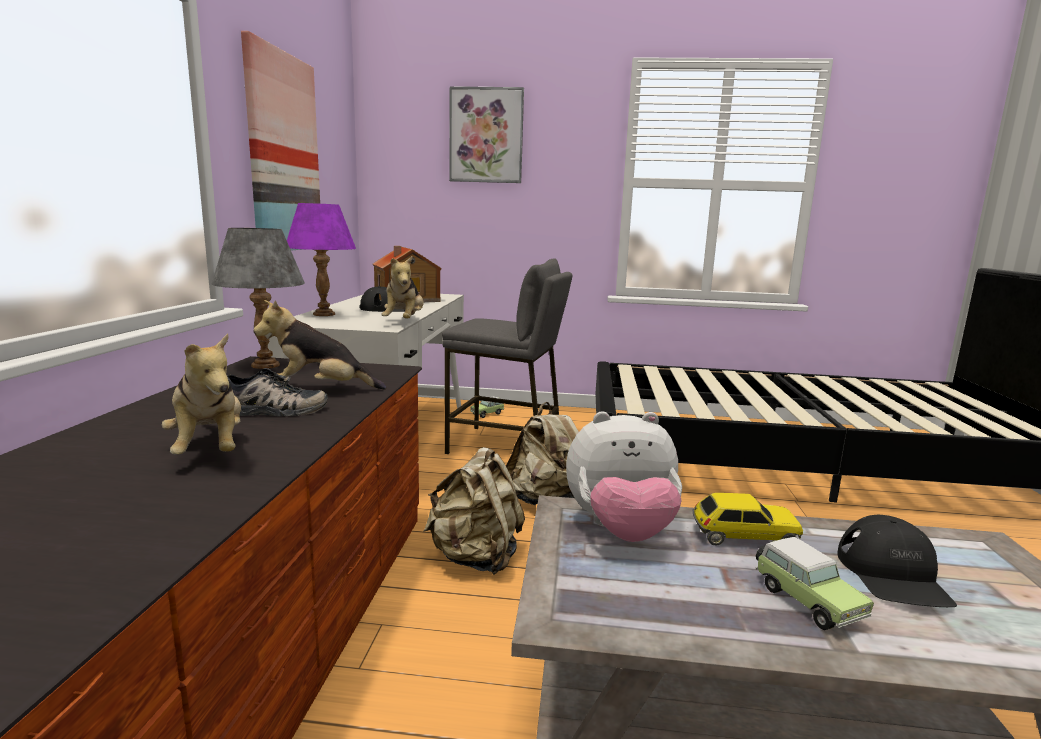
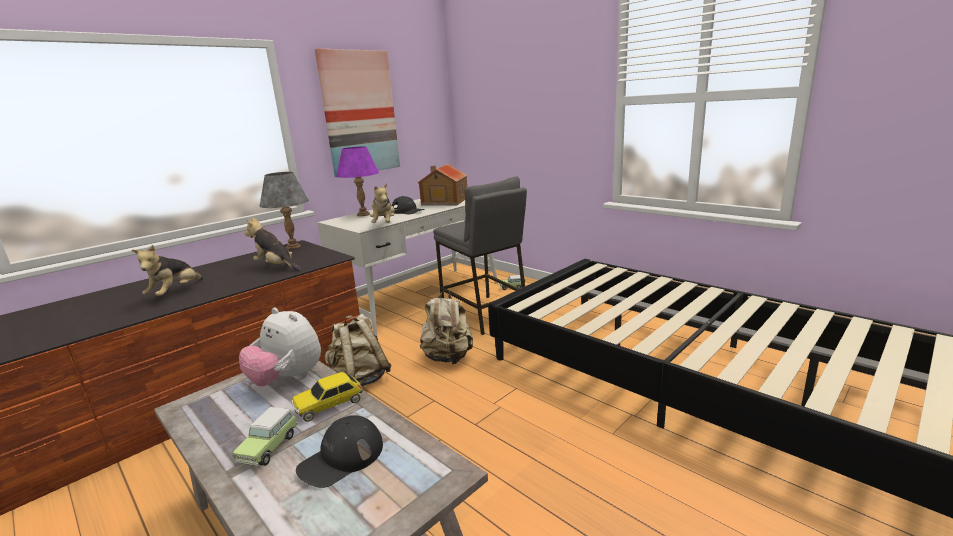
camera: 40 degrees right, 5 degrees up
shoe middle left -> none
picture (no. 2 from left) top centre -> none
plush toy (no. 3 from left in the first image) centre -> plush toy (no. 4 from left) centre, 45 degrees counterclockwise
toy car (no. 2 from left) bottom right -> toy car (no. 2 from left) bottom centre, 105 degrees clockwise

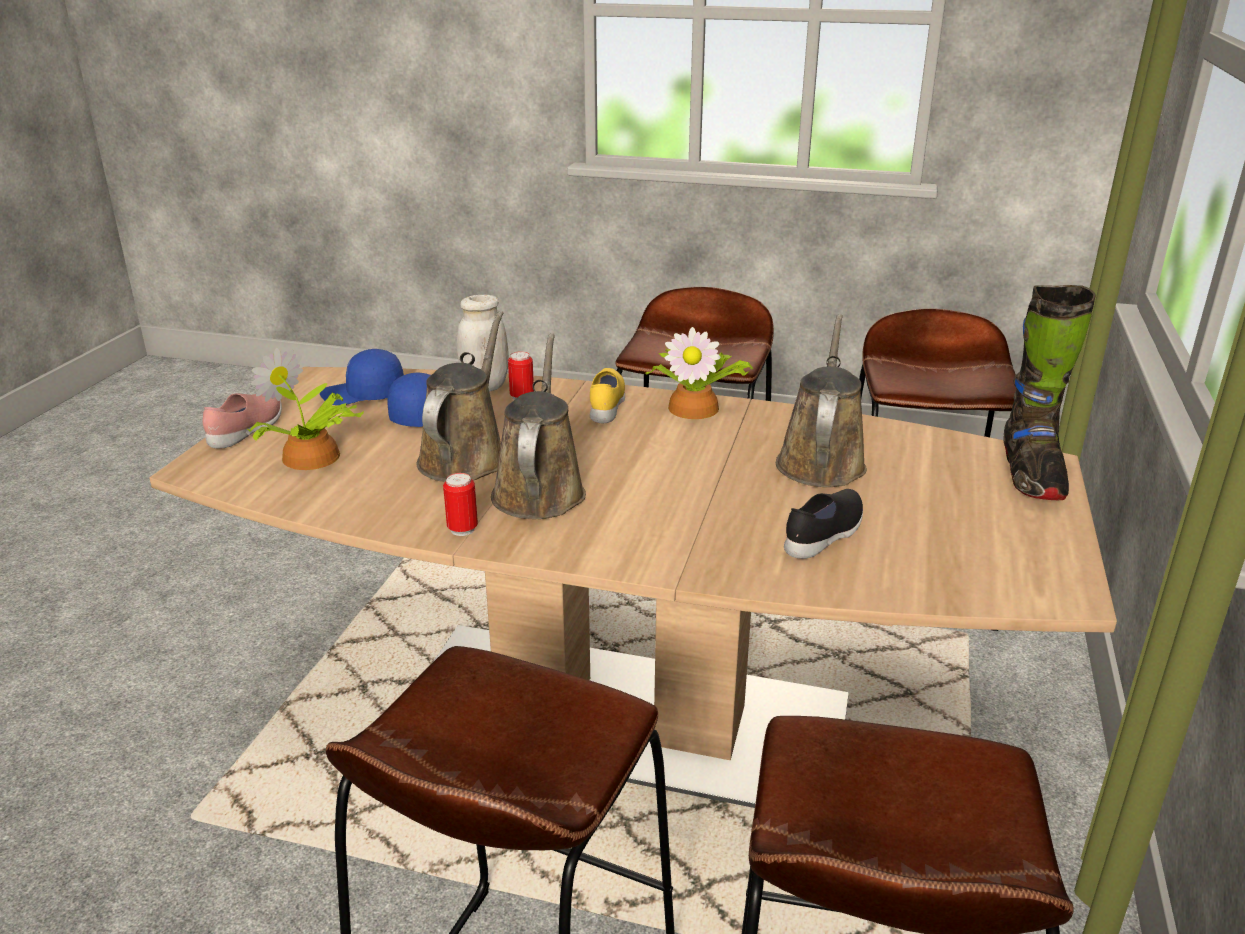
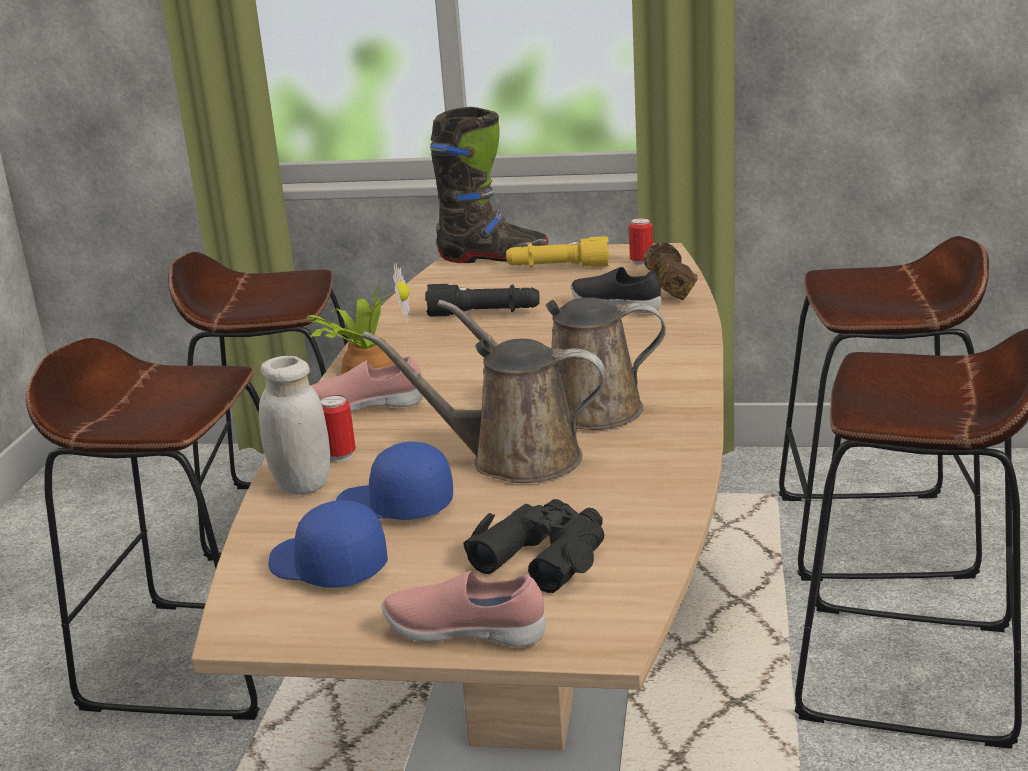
camera: 95 degrees left, 5 degrees down
none -> flashlight/yellow top centre
none -> dumbbell/brown centre
can (no. 1 from left in the first image) centre -> can (no. 2 from left) top centre, shifted
potted plant (no. 1 from left) middle left -> binoculars/black bottom centre
watering can/brown (no. 3 from left) centre -> flashlight/black centre
shoe/yellow centre -> shoe/pink (no. 1 from left) centre
cap/blue (no. 1 from left) middle left -> cap/blue (no. 1 from left) bottom left, 135 degrees clockwise

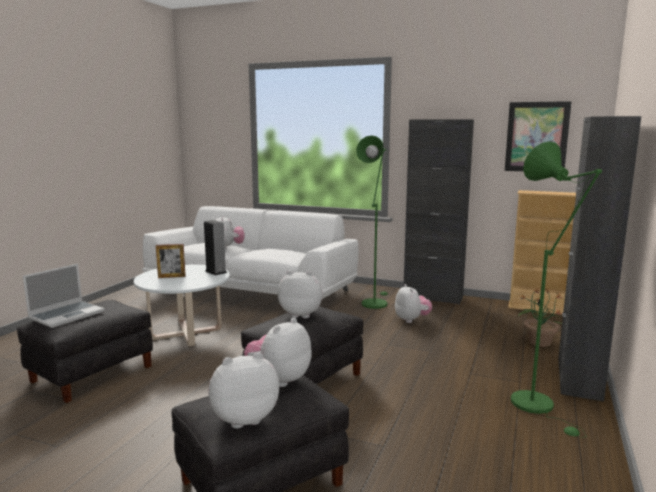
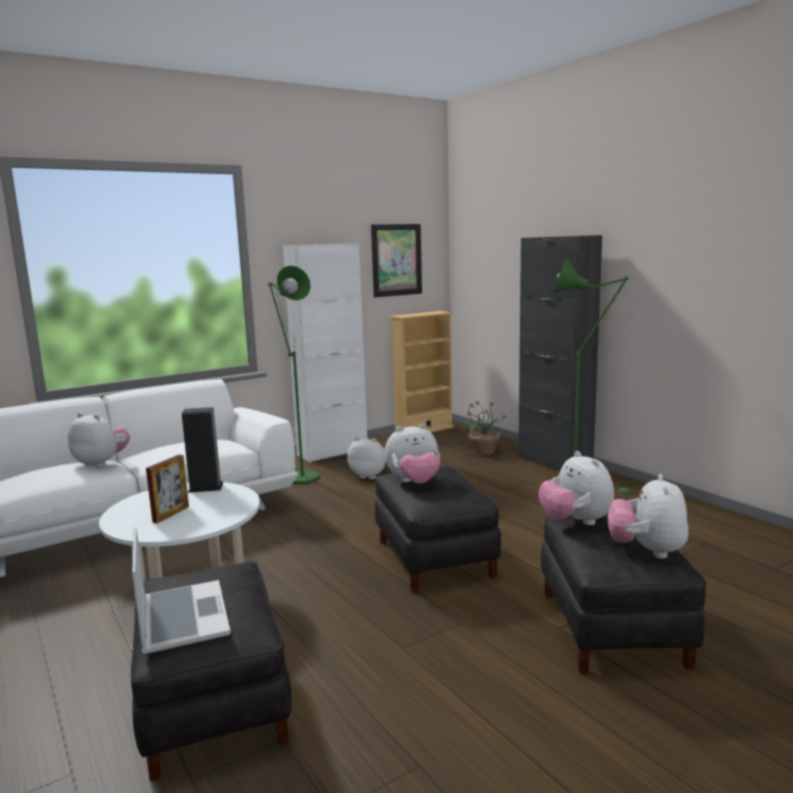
camera: 55 degrees left, 0 degrees up
cabinet/black (no. 1 from left) middle right -> cabinet/white centre
plush toy (no. 4 from left in the first image) centre -> plush toy (no. 3 from left) centre, 150 degrees counterclockwise

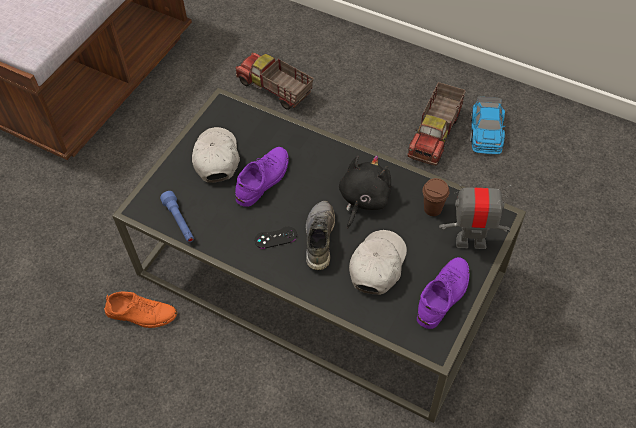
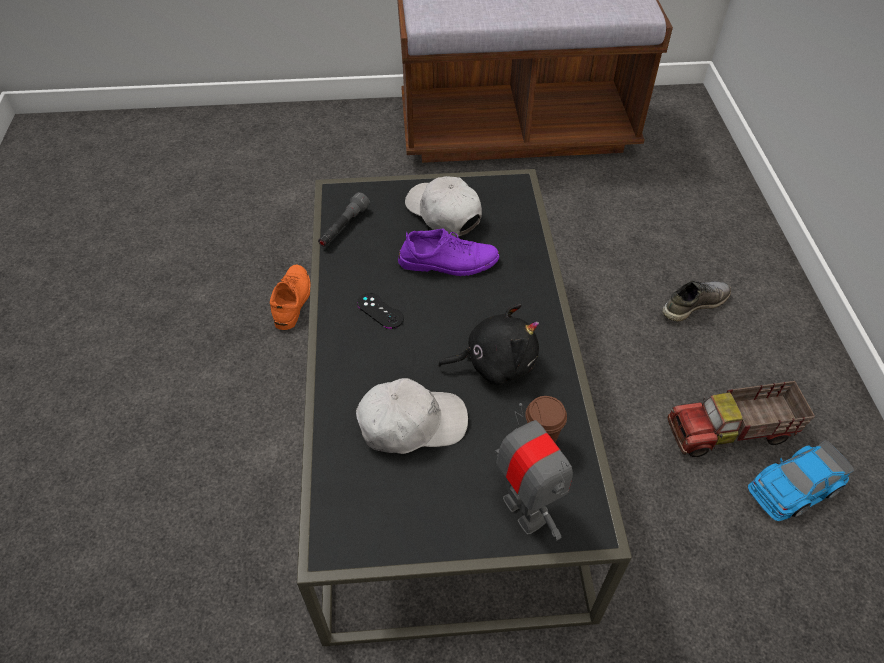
camera: 55 degrees right, 5 degrees down
toy truck (no. 1 from left) top centre -> none
shoe/purple (no. 2 from left) bottom right -> none
shoe/grey centre -> shoe/grey middle right, shifted
flashlight/blue middle left -> flashlight/grey top centre
shoe/orange bottom left -> shoe/orange middle left, 150 degrees counterclockwise
cap/white (no. 1 from left in the first image) centre -> cap/white (no. 2 from left) top centre, 90 degrees counterclockwise

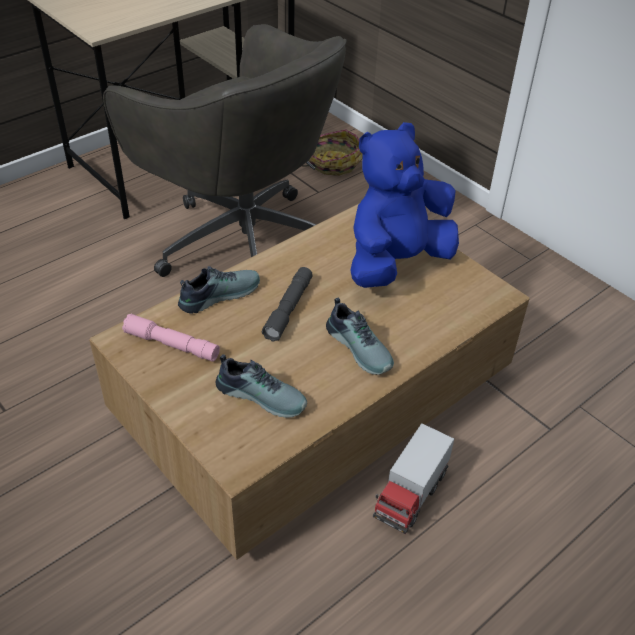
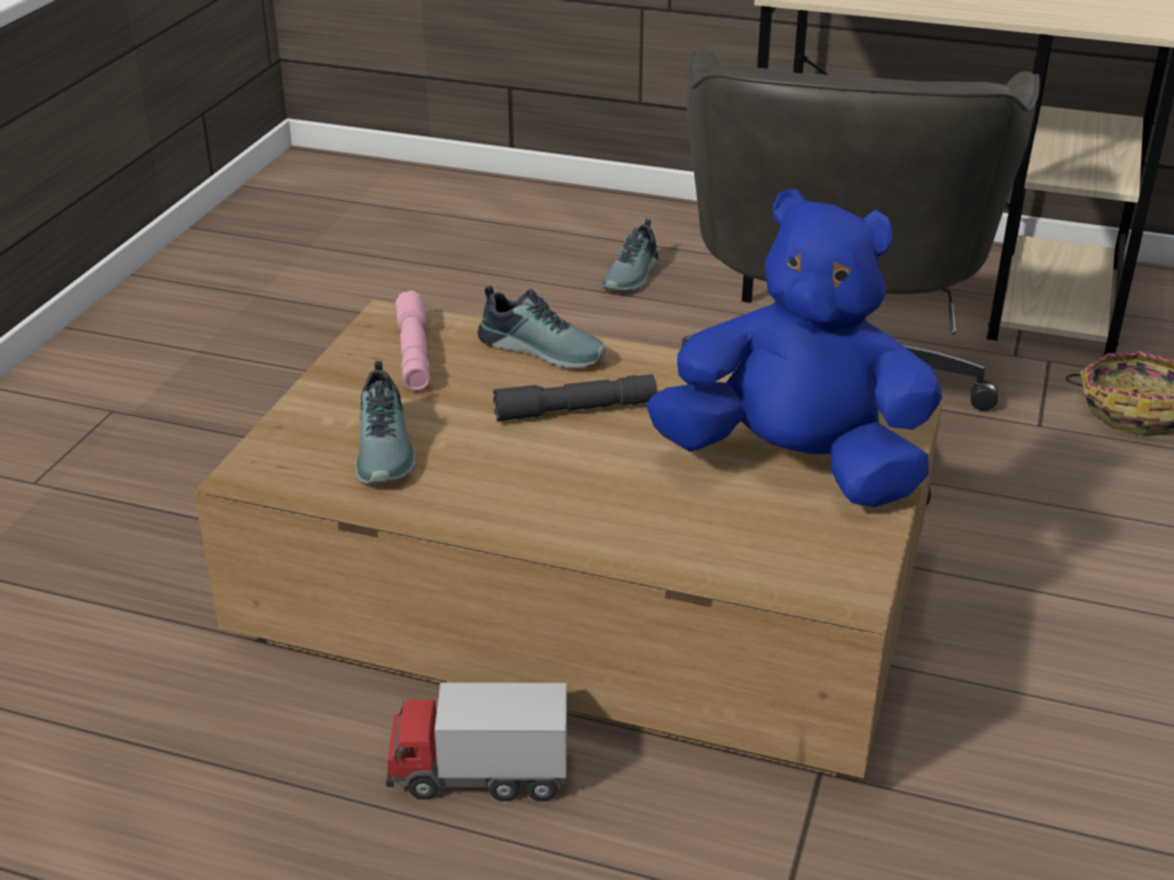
camera: 60 degrees right, 10 degrees down
shoe (no. 3 from left) centre -> shoe (no. 3 from left) top centre, shifted

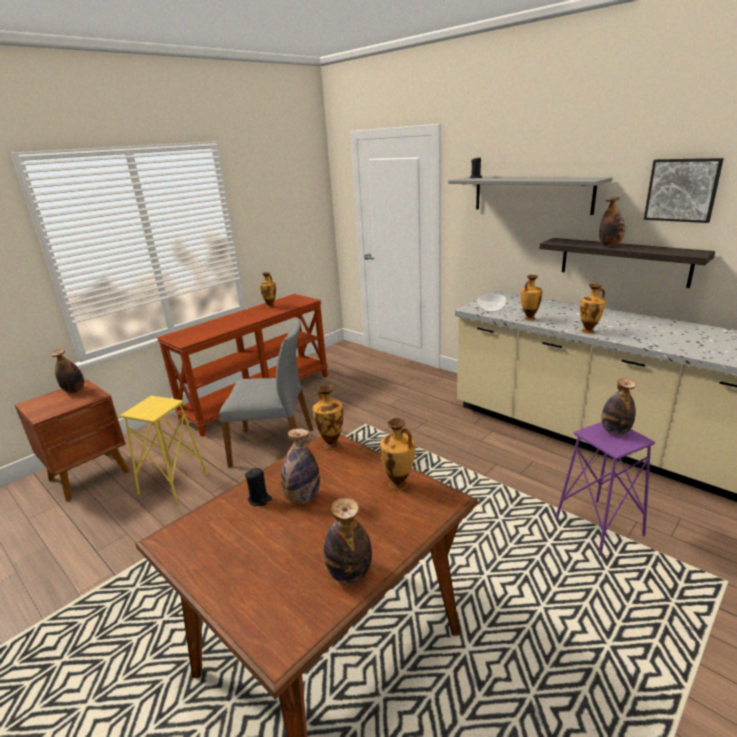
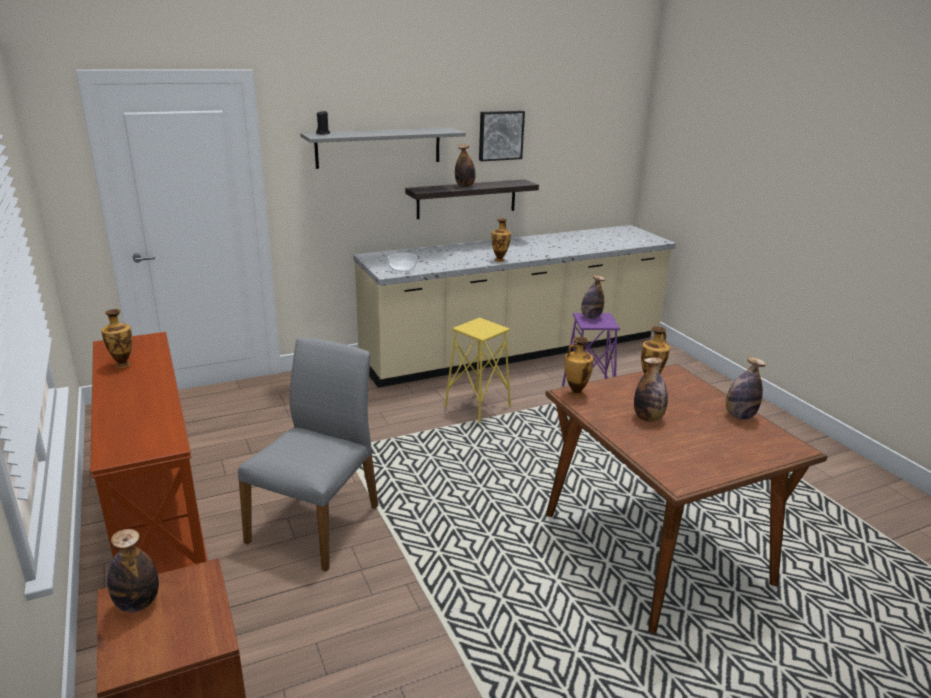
camera: 70 degrees left, 0 degrees up
candle/black (no. 1 from left) centre -> none
vase (no. 4 from left) middle right -> none
stool/yellow middle left -> stool/yellow centre, shifted

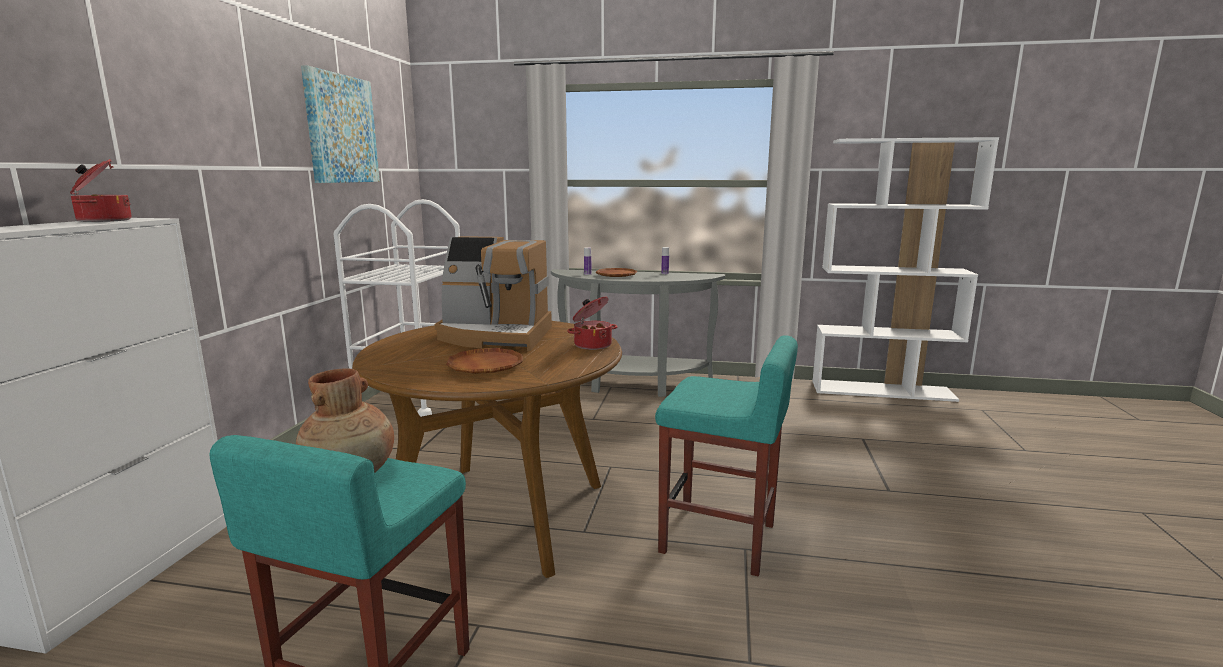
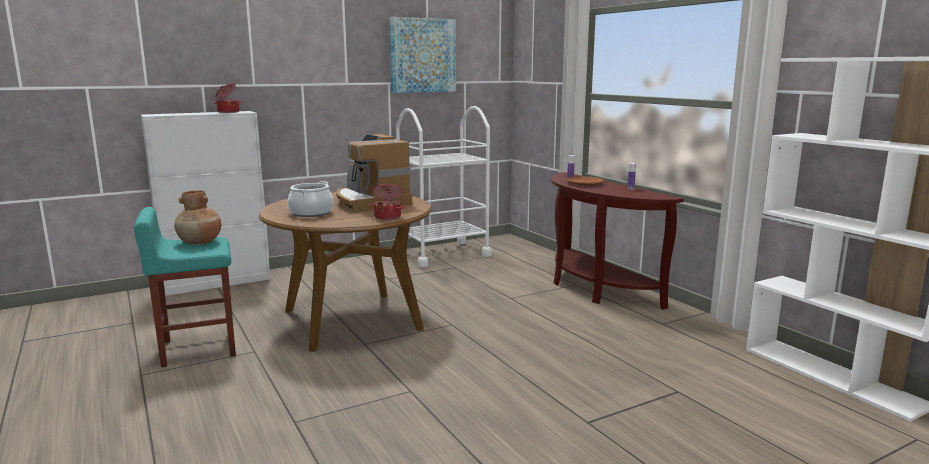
camera: 50 degrees right, 0 degrees up
stool/turquoise (no. 2 from left) bottom centre -> none
plate/brown (no. 1 from left) centre -> cooking pot (no. 2 from left) centre
console table/grey centre -> console table/brown centre

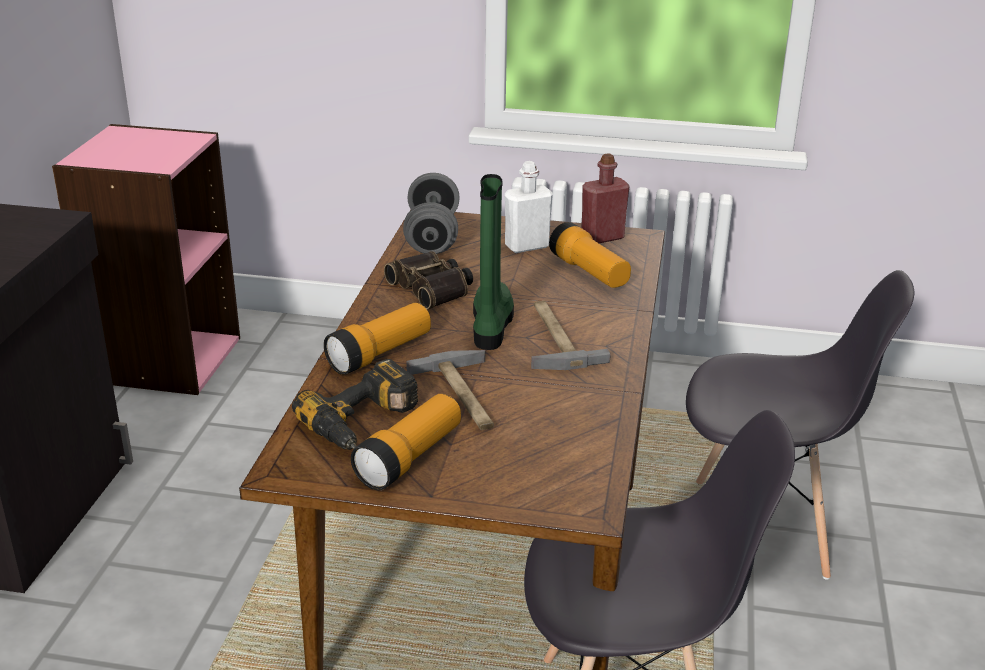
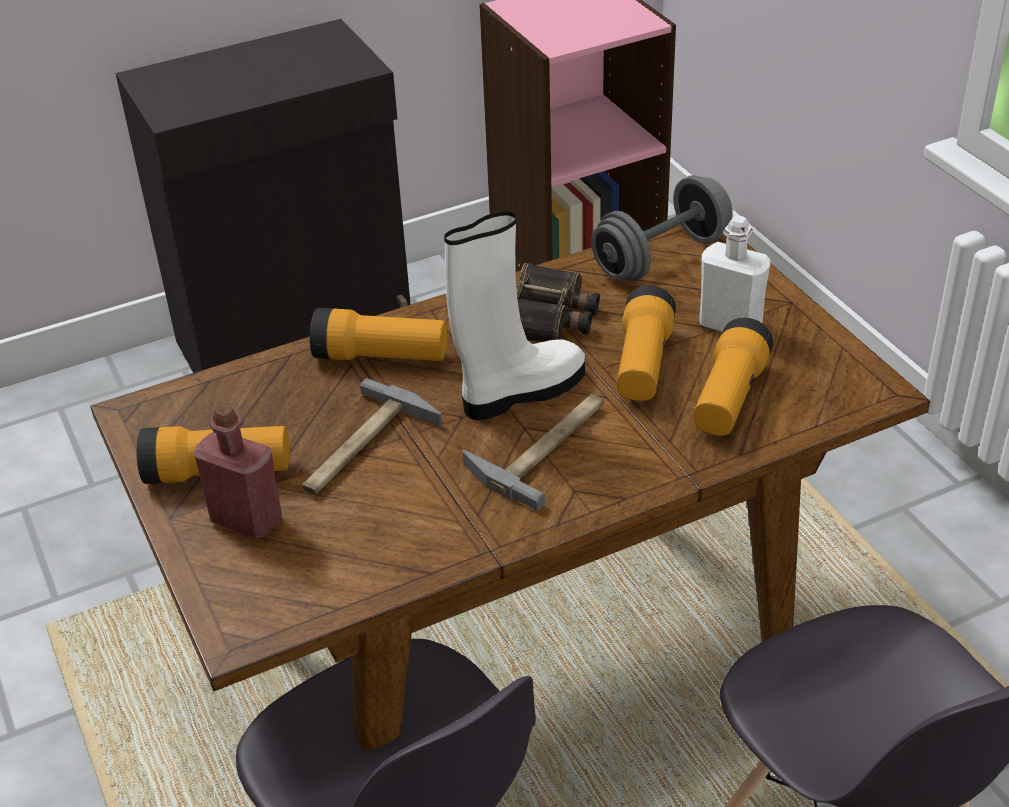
camera: 55 degrees right, 10 degrees up
power drill centre -> none
none -> flashlight (no. 3 from left) centre
bottle/red top centre -> bottle/red middle left, shifted
boot/green centre -> boot/white centre

